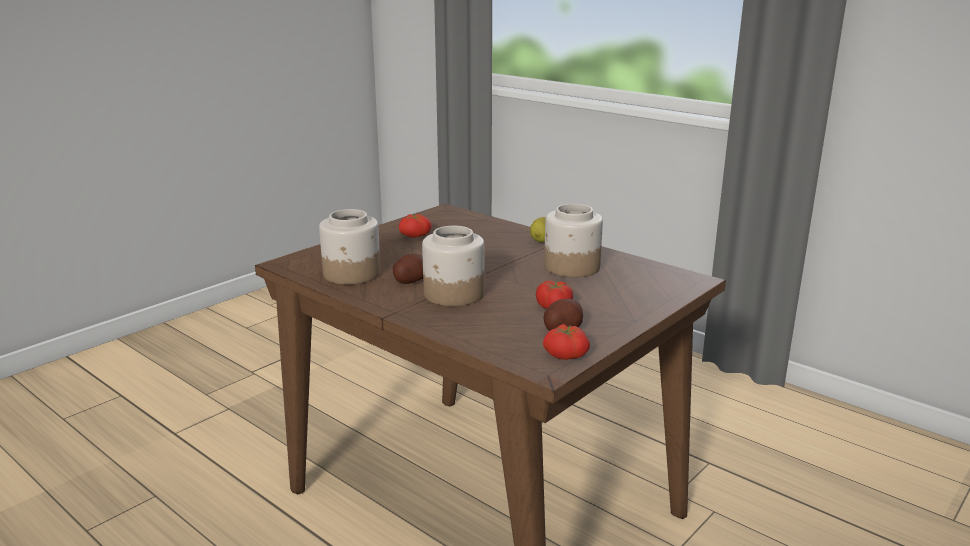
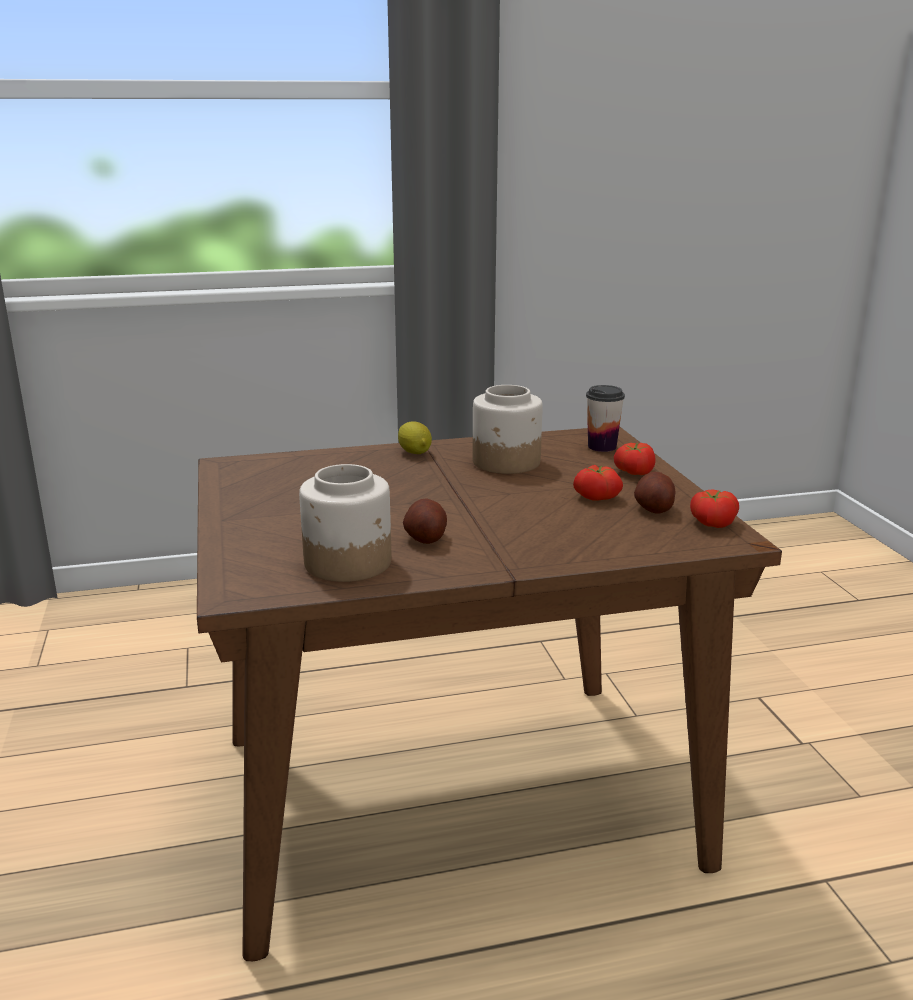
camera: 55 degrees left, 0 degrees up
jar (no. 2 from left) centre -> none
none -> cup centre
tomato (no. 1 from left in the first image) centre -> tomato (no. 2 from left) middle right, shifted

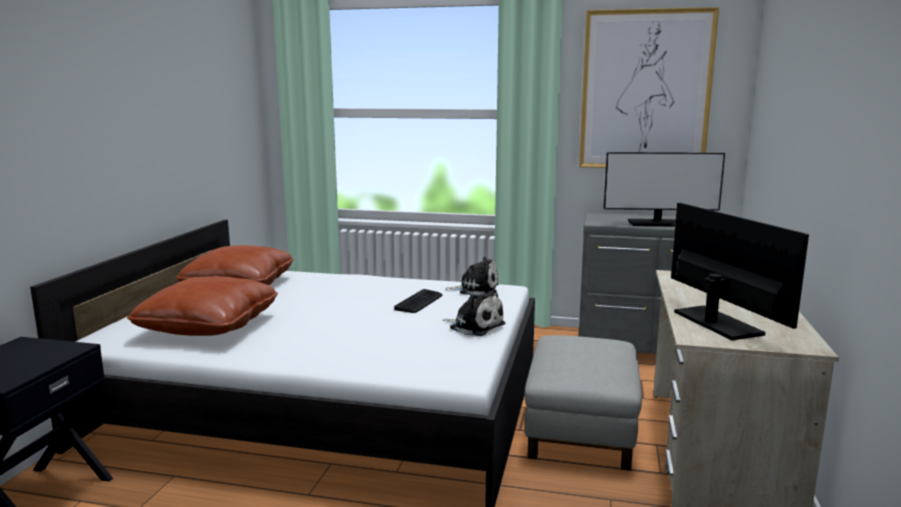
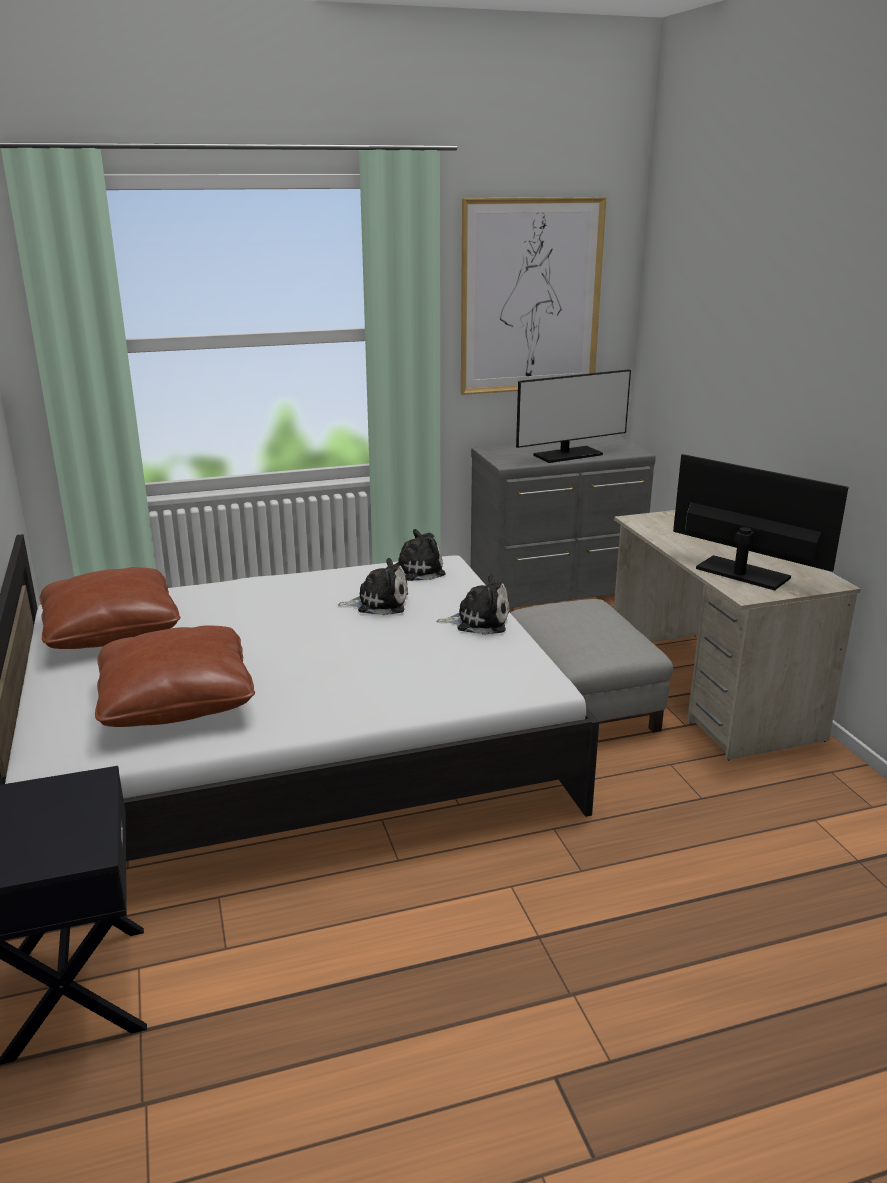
camera: 30 degrees left, 10 degrees up
keyboard centre -> plush toy (no. 1 from left) centre

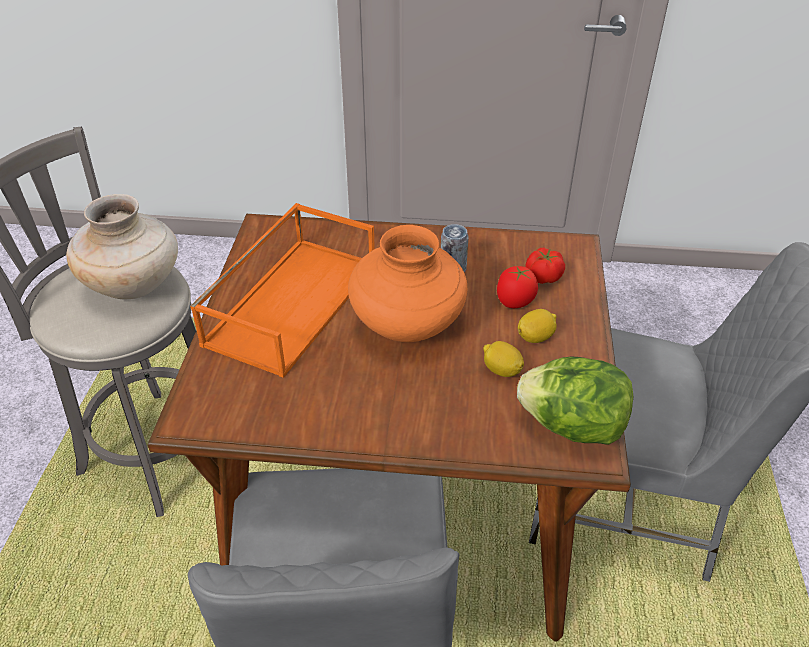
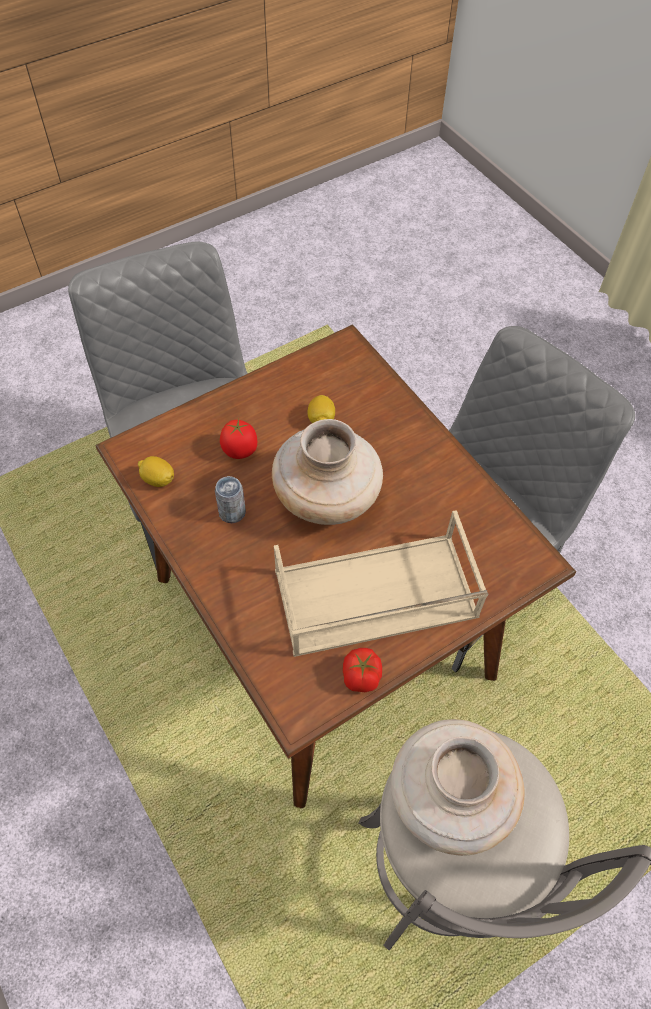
camera: 130 degrees left, 15 degrees up
lettuce middle right -> none
lemon (no. 2 from left in the first image) centre -> lemon (no. 1 from left) middle left, shifted
tomato (no. 2 from left) middle right -> tomato (no. 2 from left) centre, shifted
tray/orange centre -> tray/beige centre
vase/orange centre -> vase/beige (no. 1 from left) centre

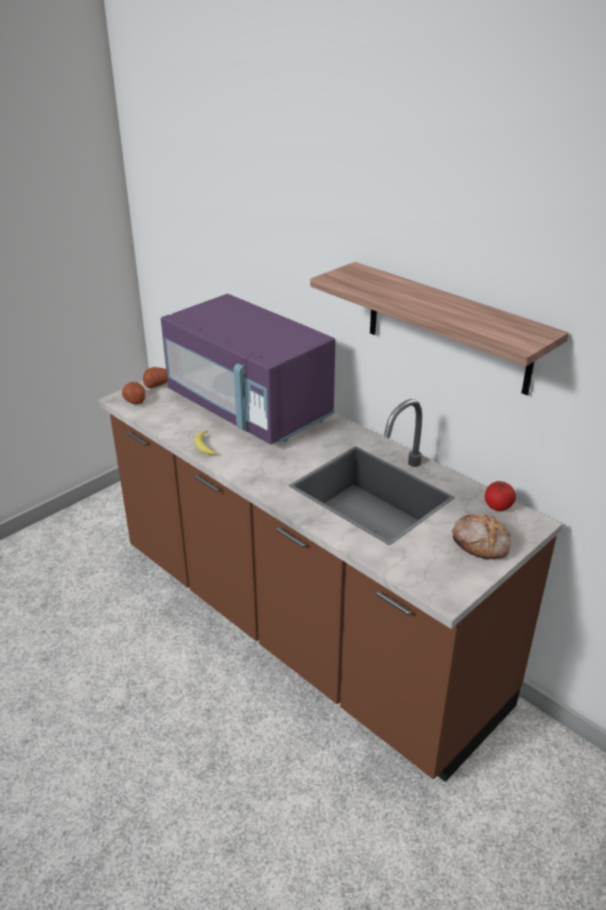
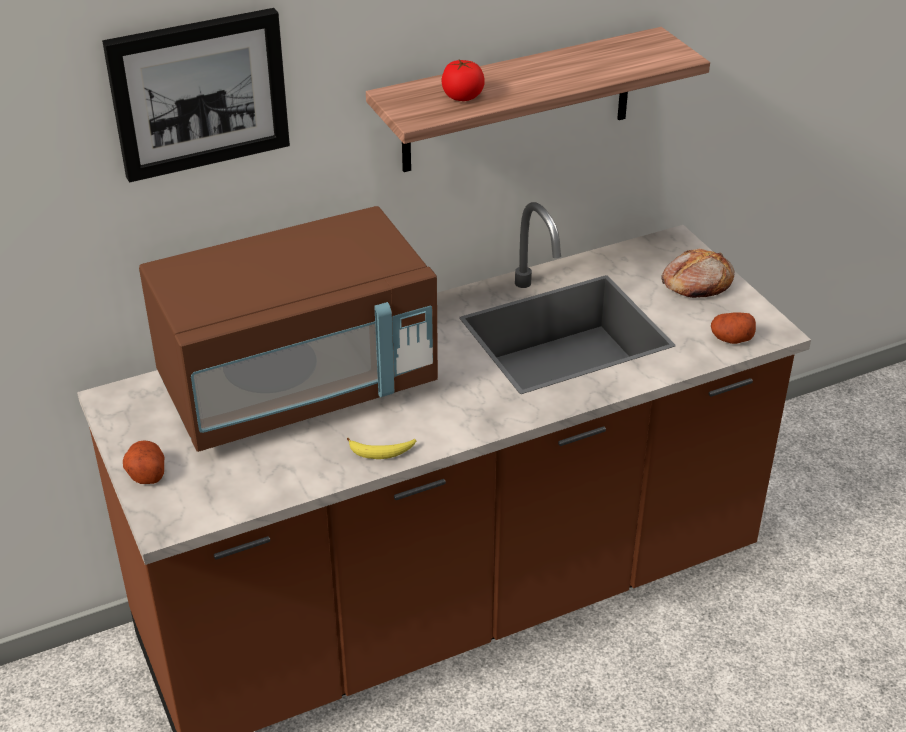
camera: 70 degrees left, 5 degrees up
none -> picture top left
potato (no. 1 from left in the first image) middle left -> potato (no. 2 from left) middle right, shifted
tomato middle right -> tomato top centre, shifted
microwave/purple centre -> microwave/brown middle left

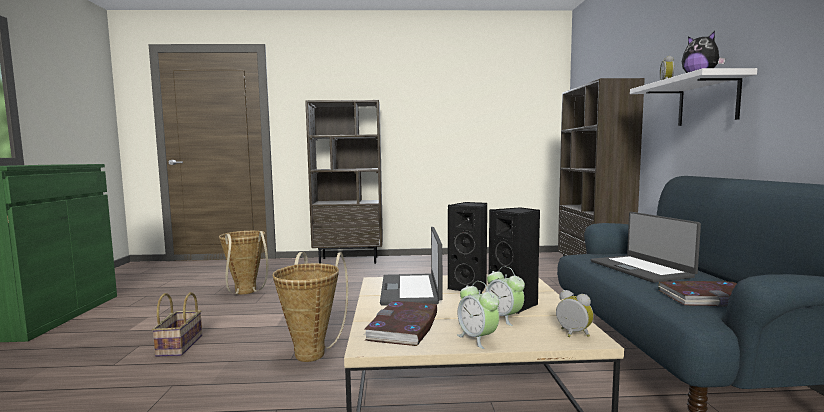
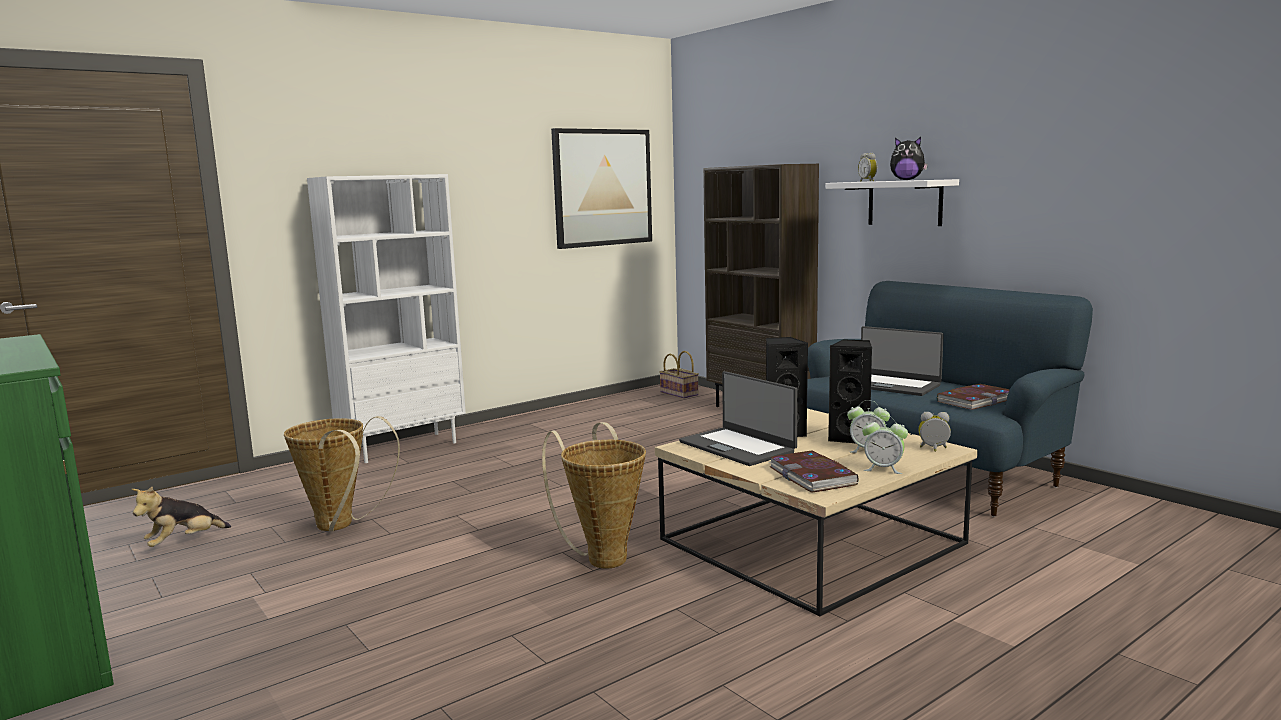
camera: 35 degrees left, 5 degrees up
none -> plush toy (no. 1 from left) bottom left
none -> picture top centre
basket (no. 1 from left in the first image) bottom left -> basket (no. 3 from left) centre, shifted
bookcase/brown (no. 1 from left) centre -> bookcase/white middle left

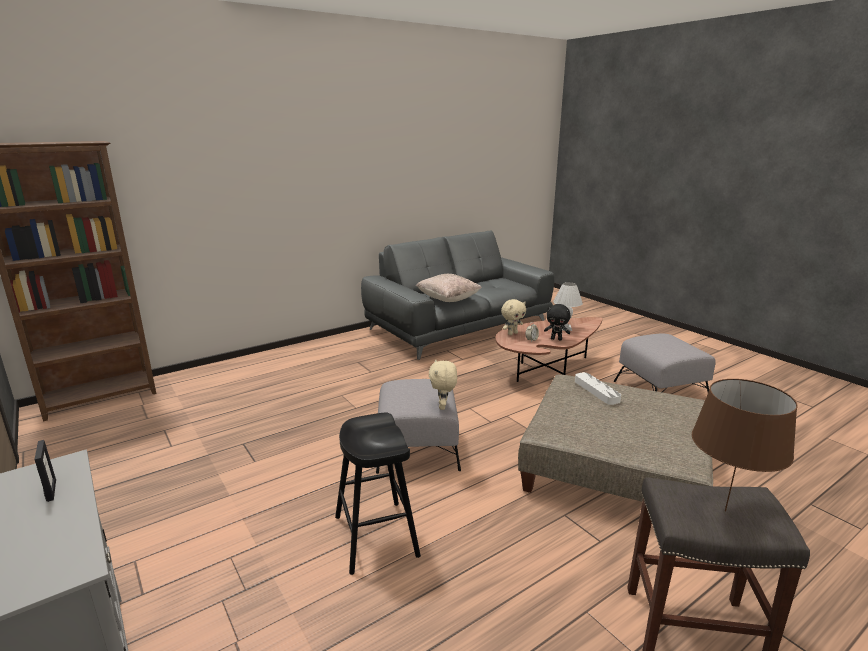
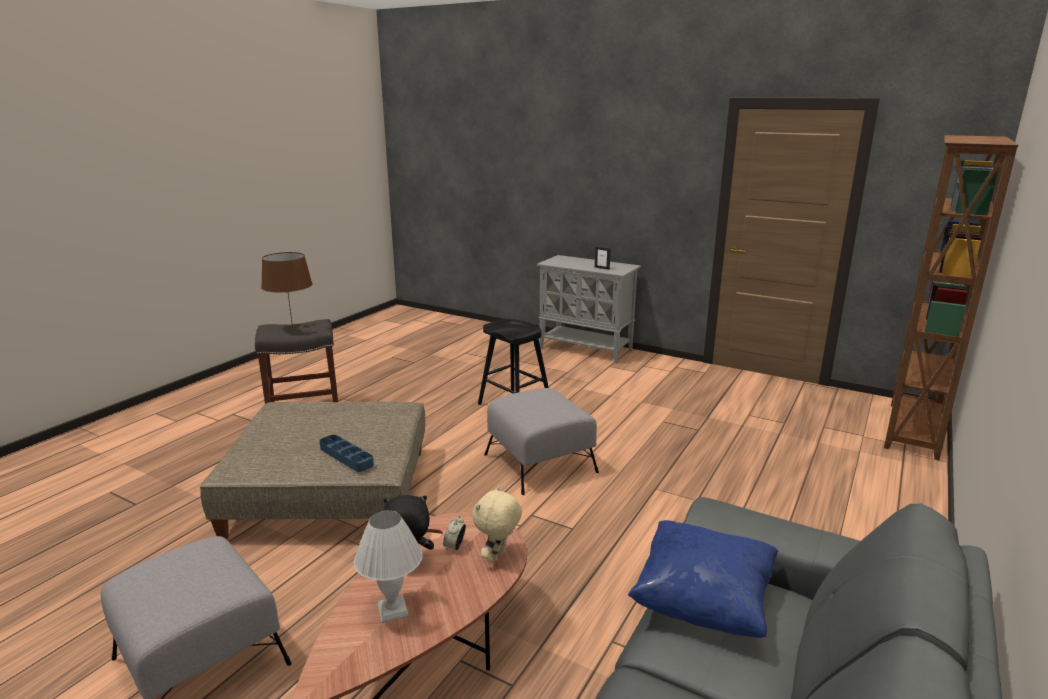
camera: 155 degrees right, 0 degrees up
plush toy/beige (no. 1 from left) centre -> none
pillow/beige centre -> pillow/blue bottom right
tray/white middle right -> tray/blue middle left

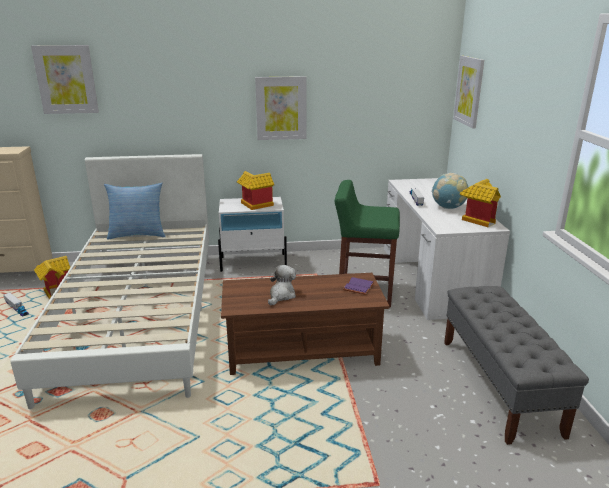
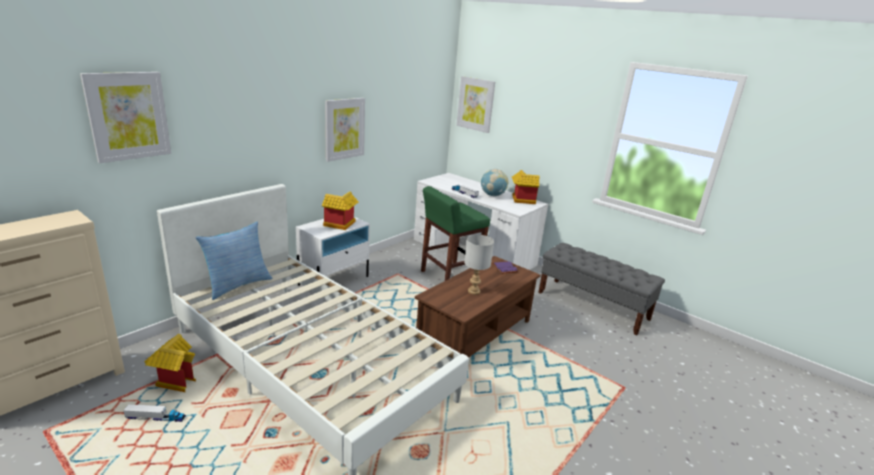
camera: 45 degrees left, 0 degrees up
plush toy centre -> table lamp/grey centre

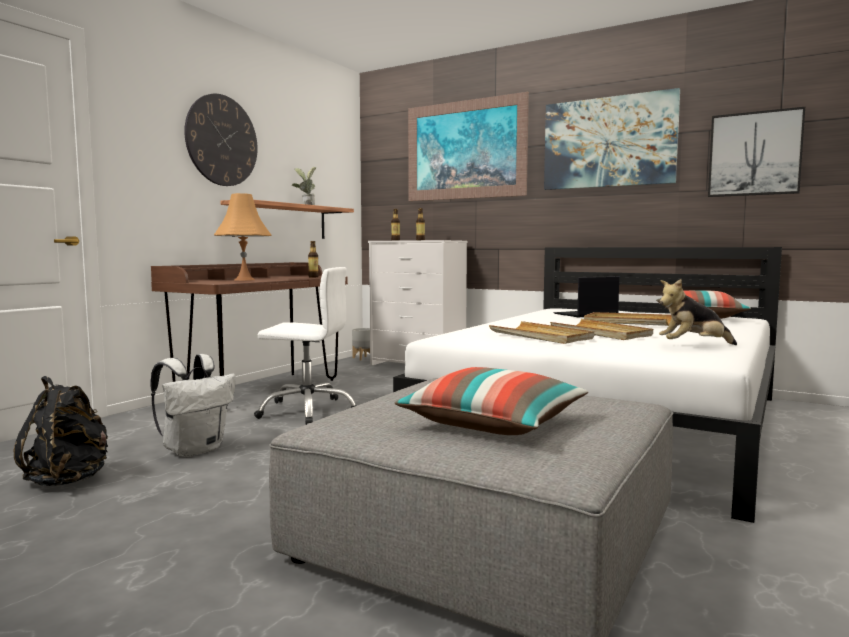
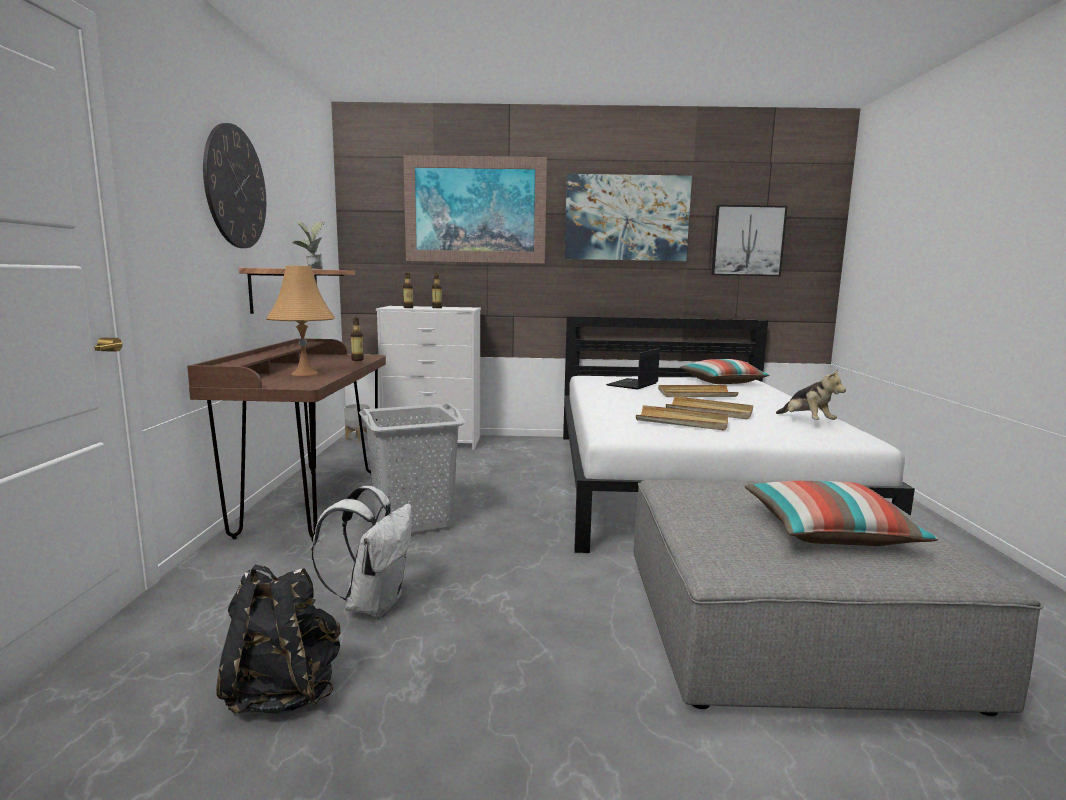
camera: 30 degrees left, 5 degrees up
office chair/white centre -> laundry basket/grey centre
plush toy middle right, 75 degrees counterclockwise

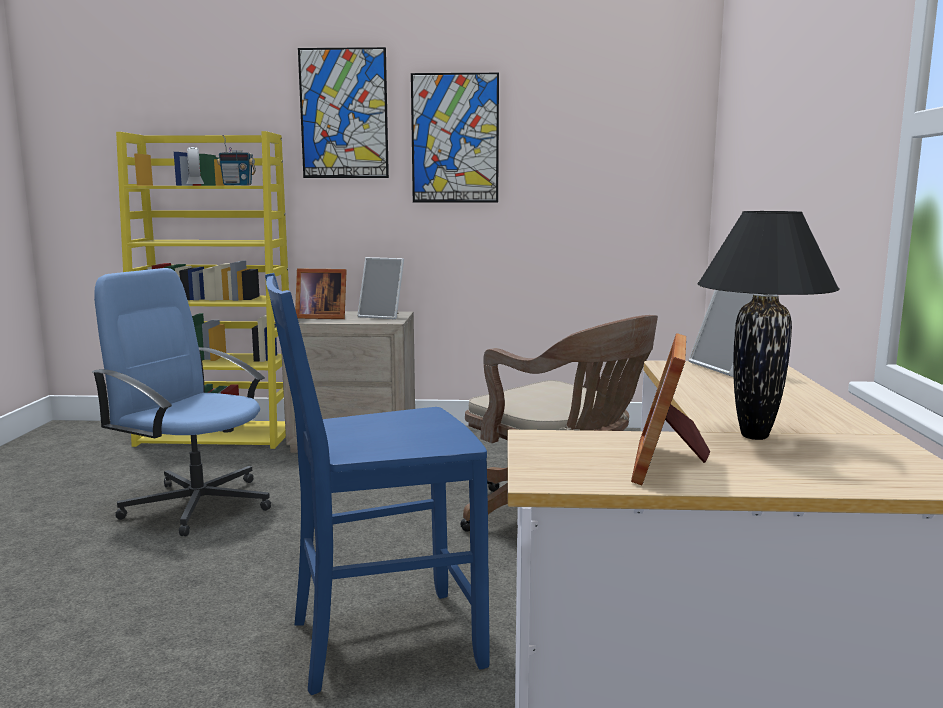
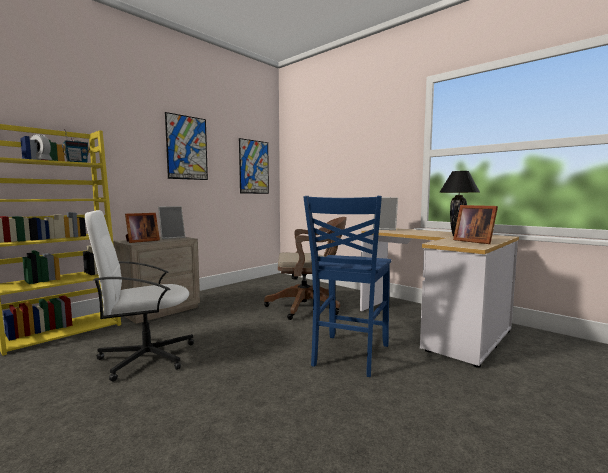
camera: 50 degrees left, 5 degrees down
picture (no. 1 from left in the first image) top centre -> picture (no. 2 from left) centre, shifted
office chair/blue middle left -> office chair/white middle left

